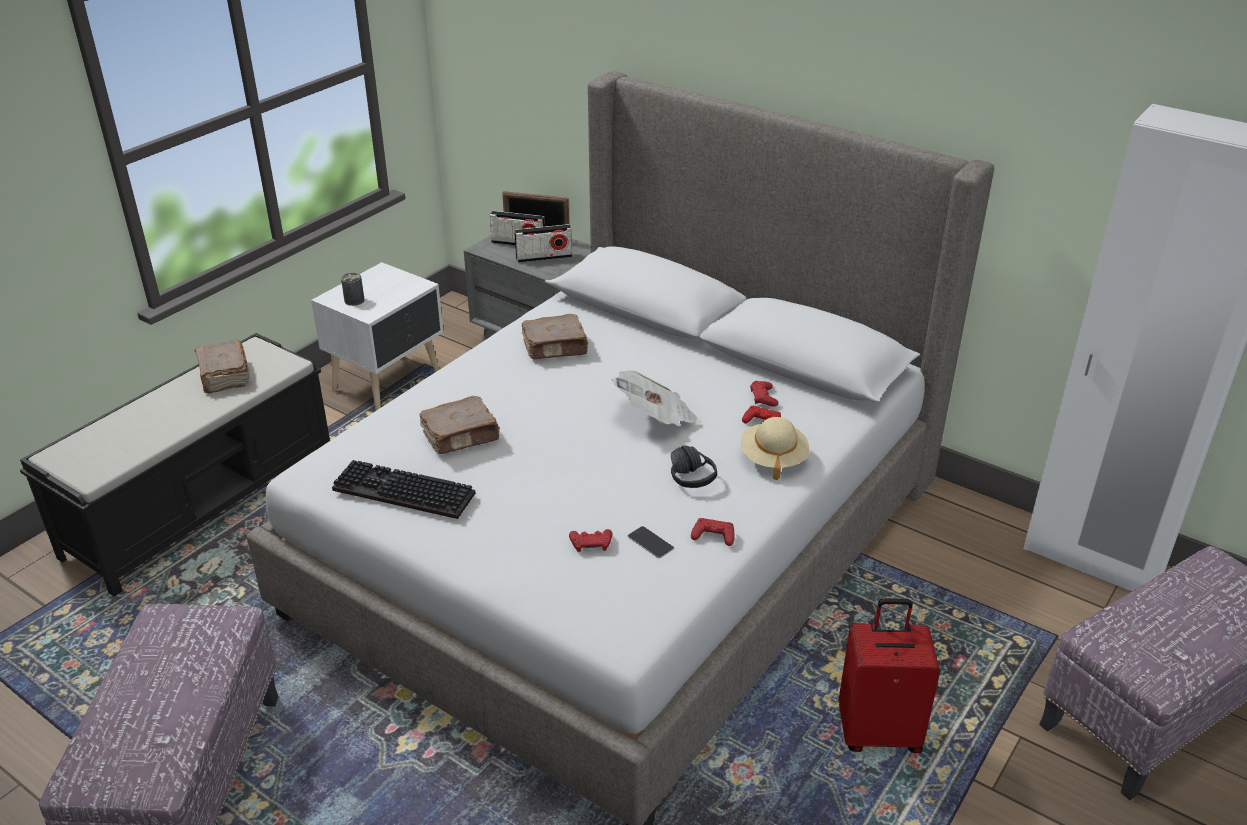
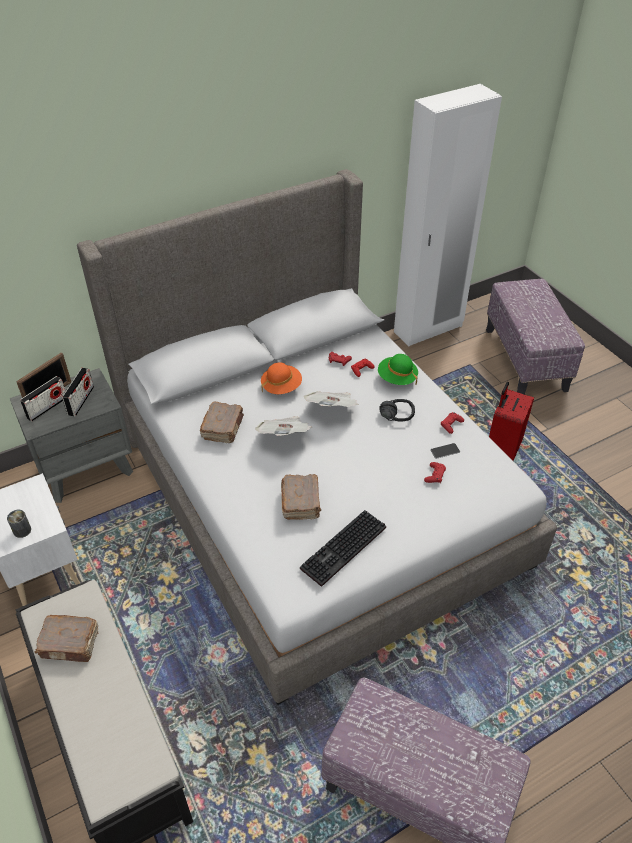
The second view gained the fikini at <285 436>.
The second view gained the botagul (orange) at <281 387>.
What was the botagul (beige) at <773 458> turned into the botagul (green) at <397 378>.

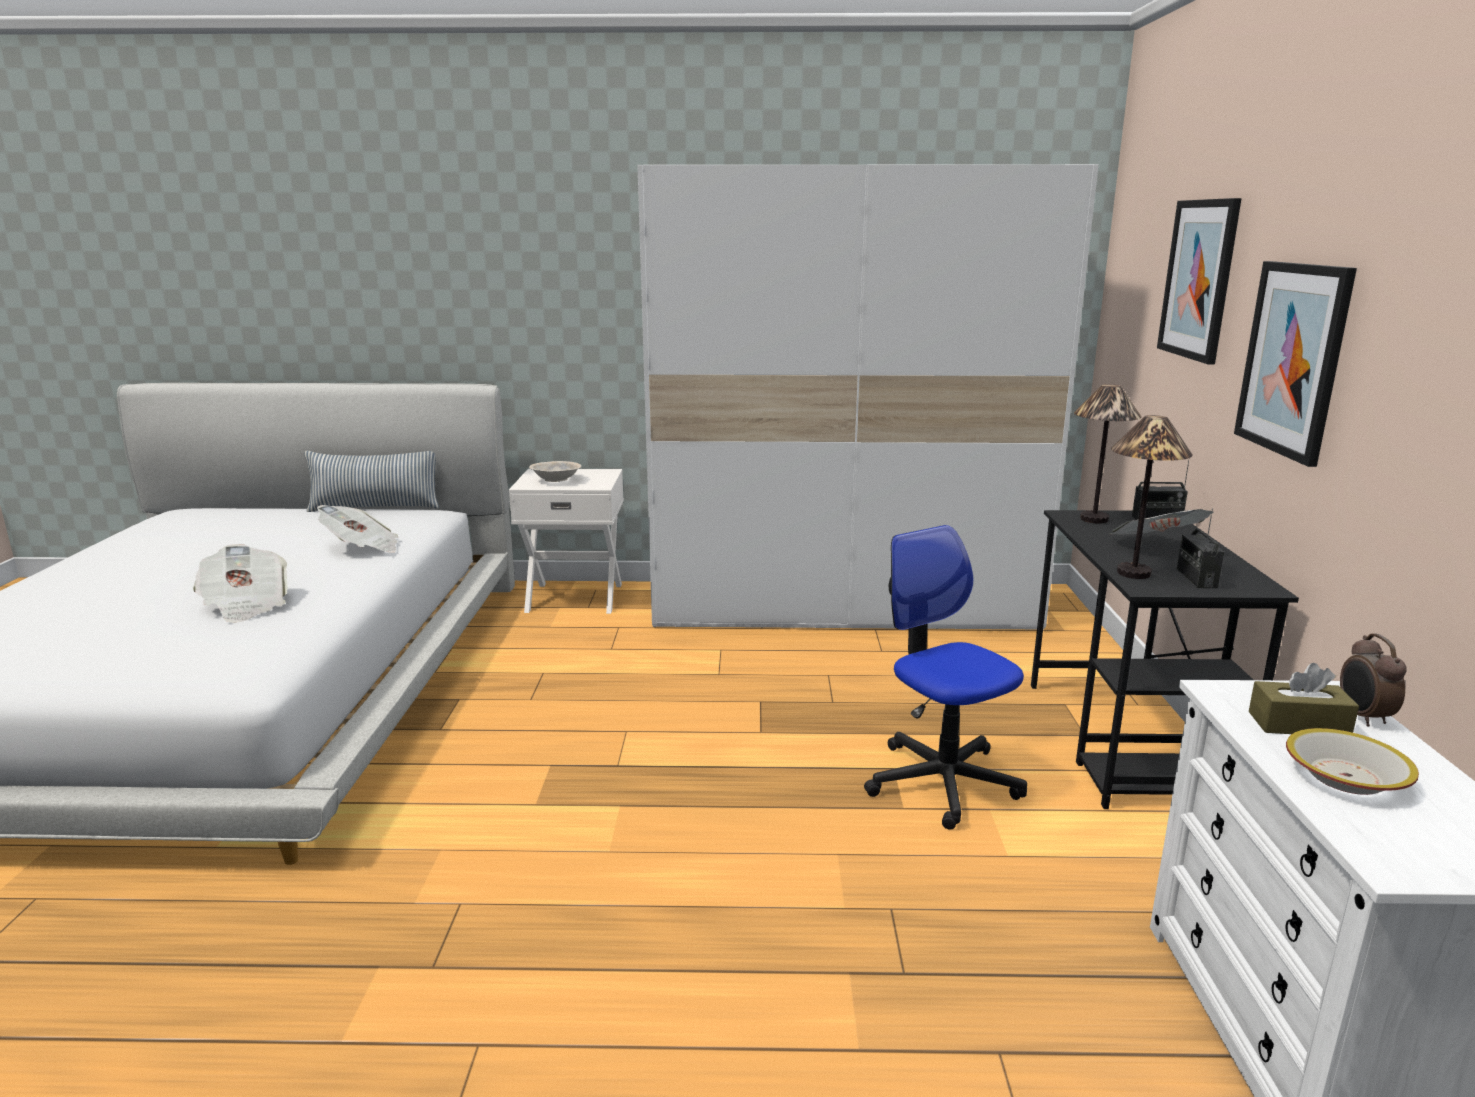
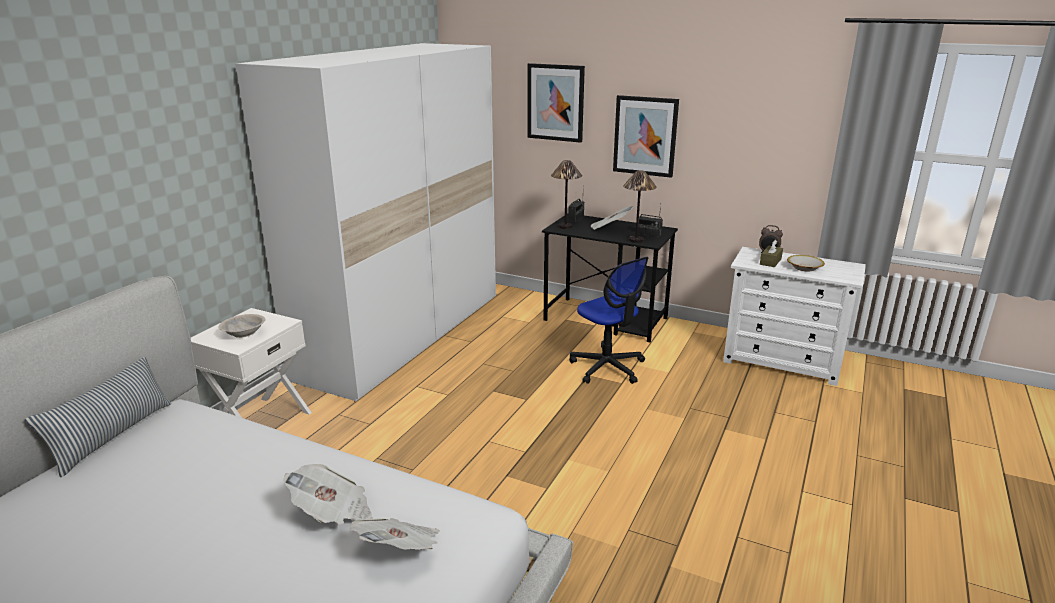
The fikini ended up elsewhere, having gone from <362 548> to <400 551>.
The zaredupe at <942 781> ended up facing another way, 120 degrees counterclockwise from before.

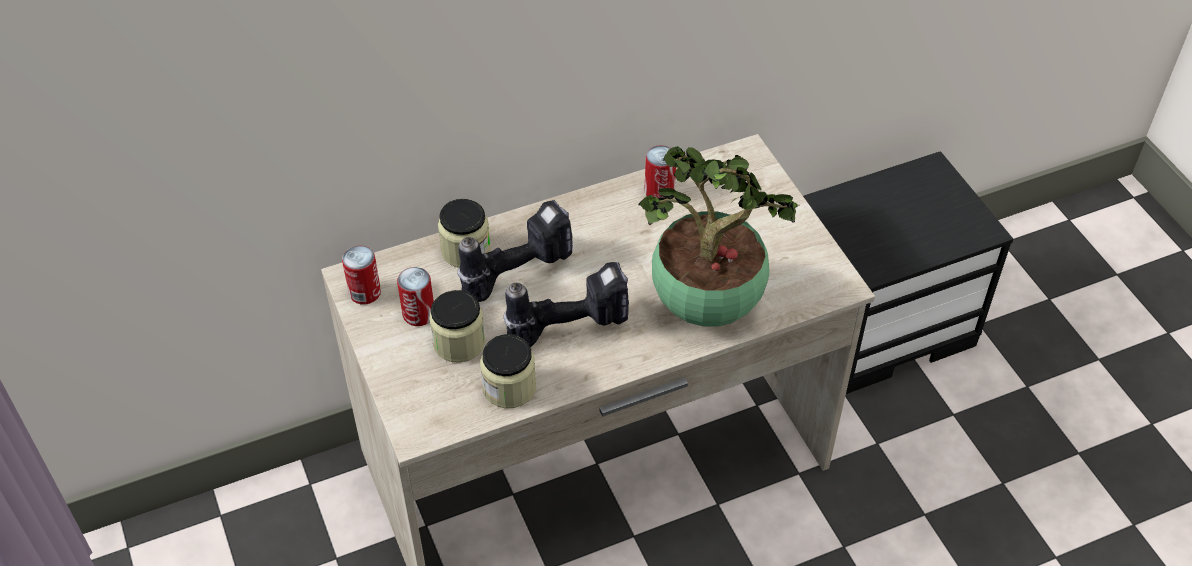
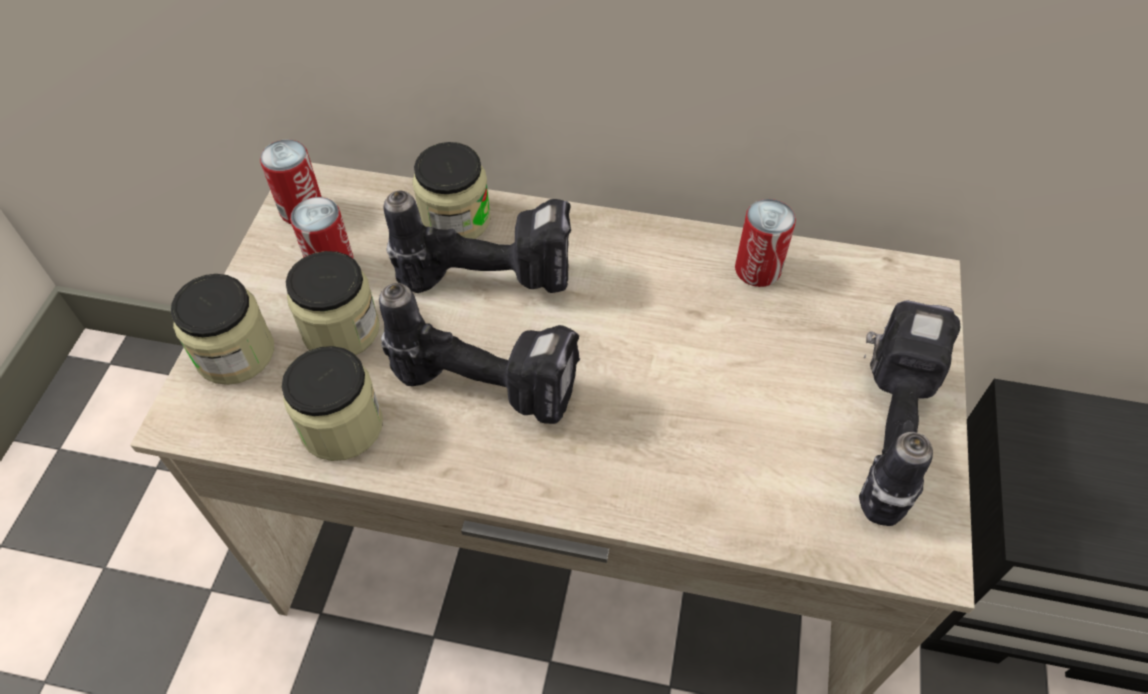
The second view gained the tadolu at <235 353>.
The second view gained the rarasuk at <882 433>.
The second view lost the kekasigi at <710 306>.

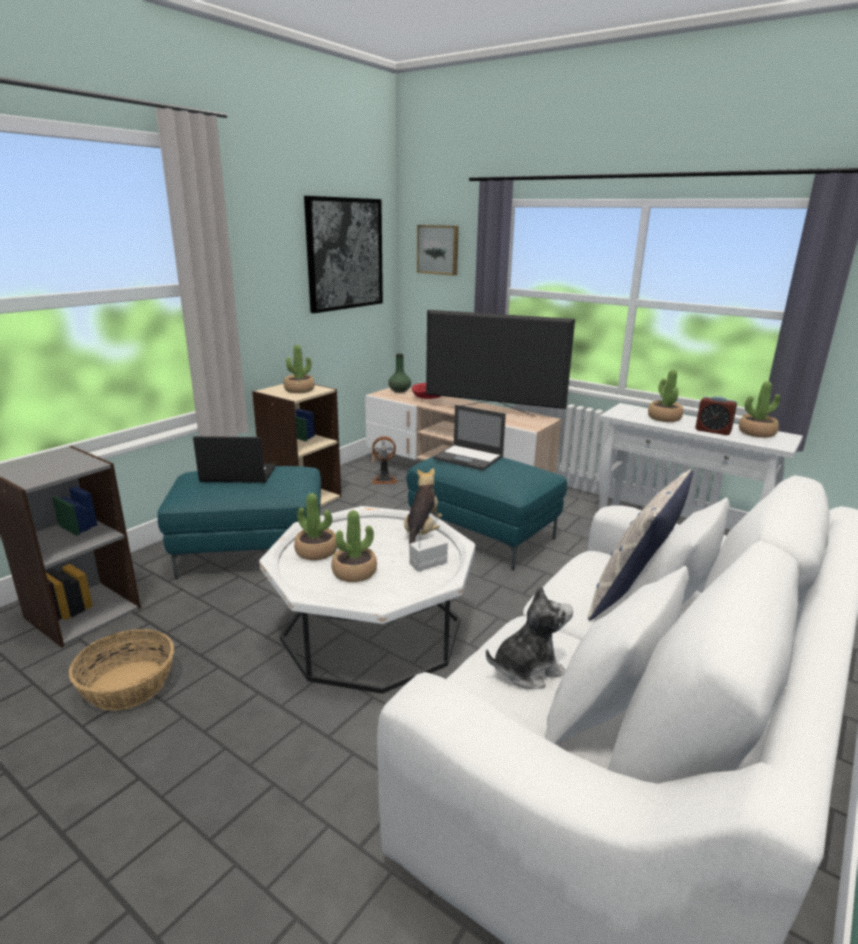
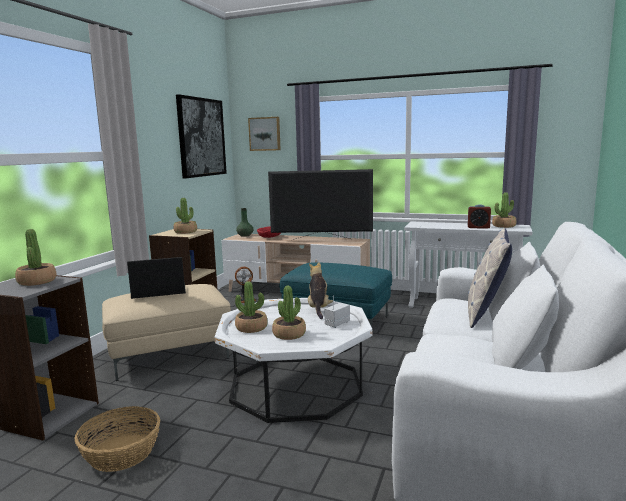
The kekasigi ended up elsewhere, having gone from <664 418> to <37 281>.
What was the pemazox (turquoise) at <251 553> turned into the pemazox (beige) at <169 356>.
The second view lost the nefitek at <469 458>.
The second view lost the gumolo at <527 669>.

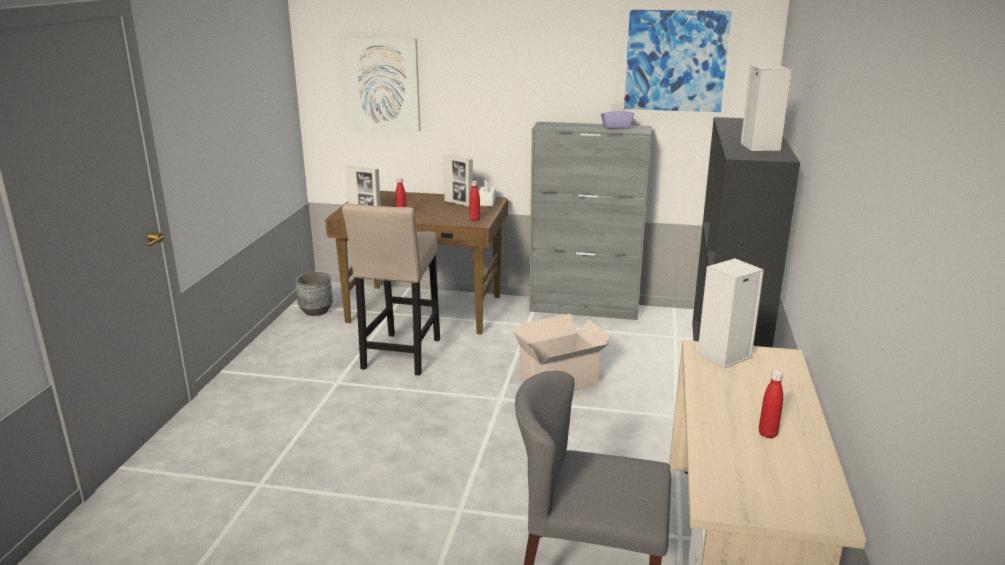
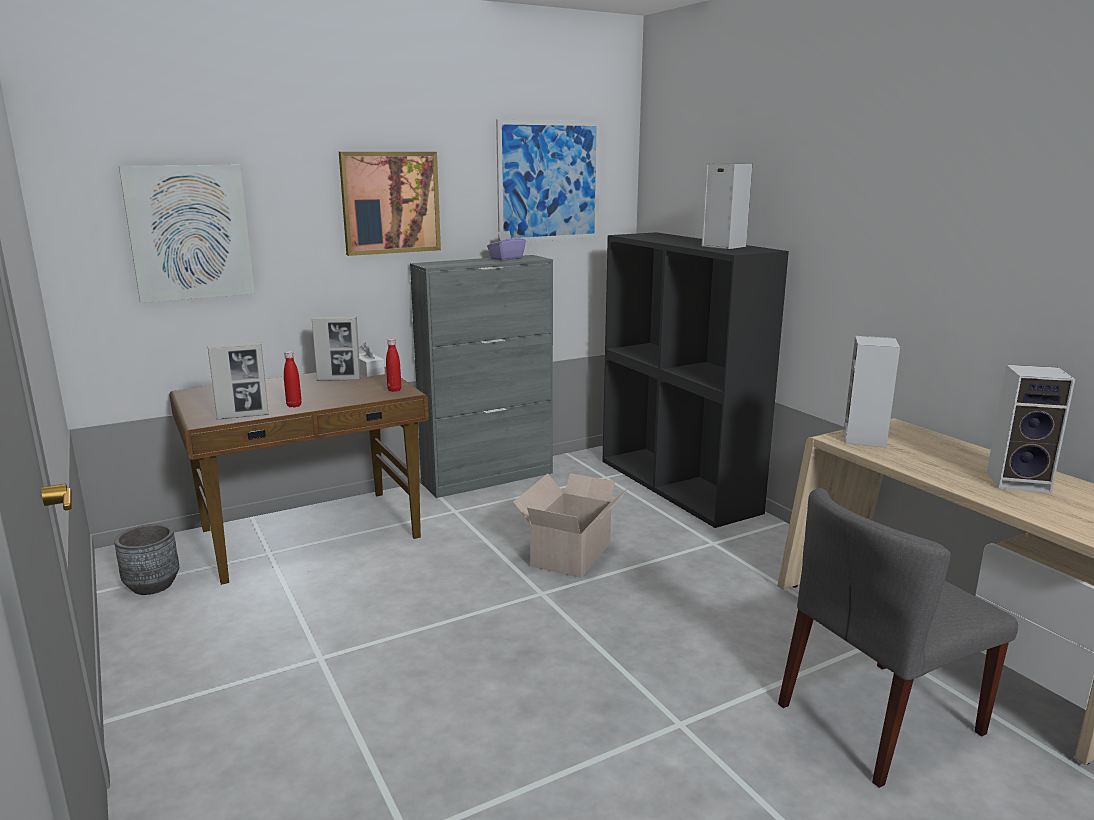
The second view gained the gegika at <390 202>.
Where the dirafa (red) stood at <767 434>, the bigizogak came to stand at <1020 482>.
The second view lost the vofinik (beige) at <400 356>.

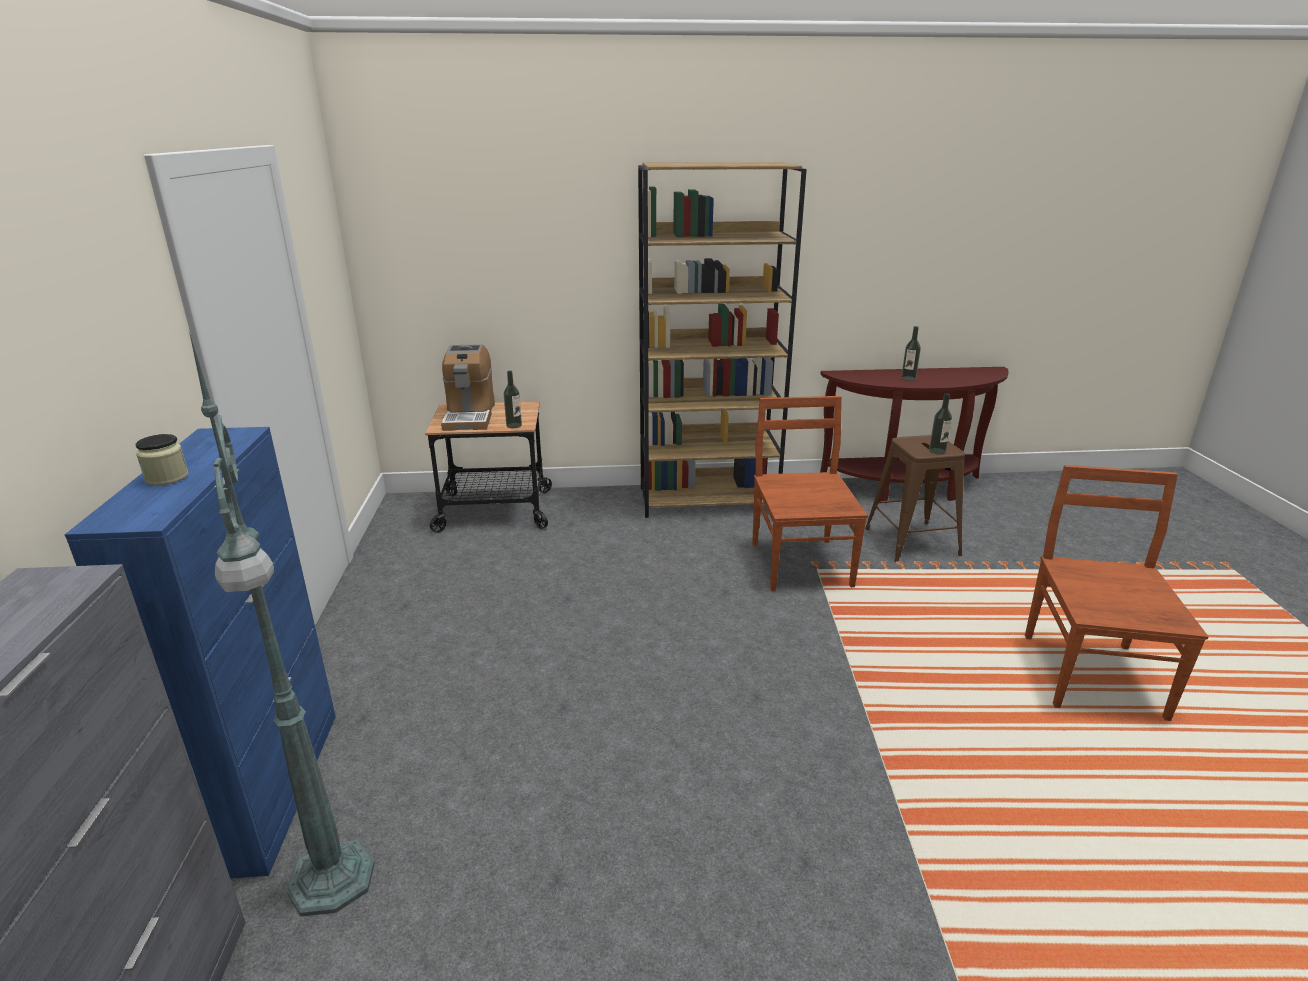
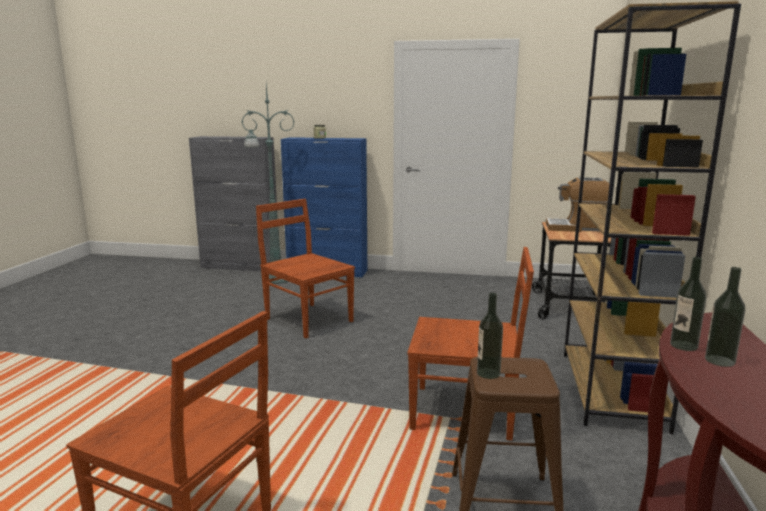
The second view gained the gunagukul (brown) at <307 319>.
The dirafa ended up elsewhere, having gone from <514 425> to <683 345>.

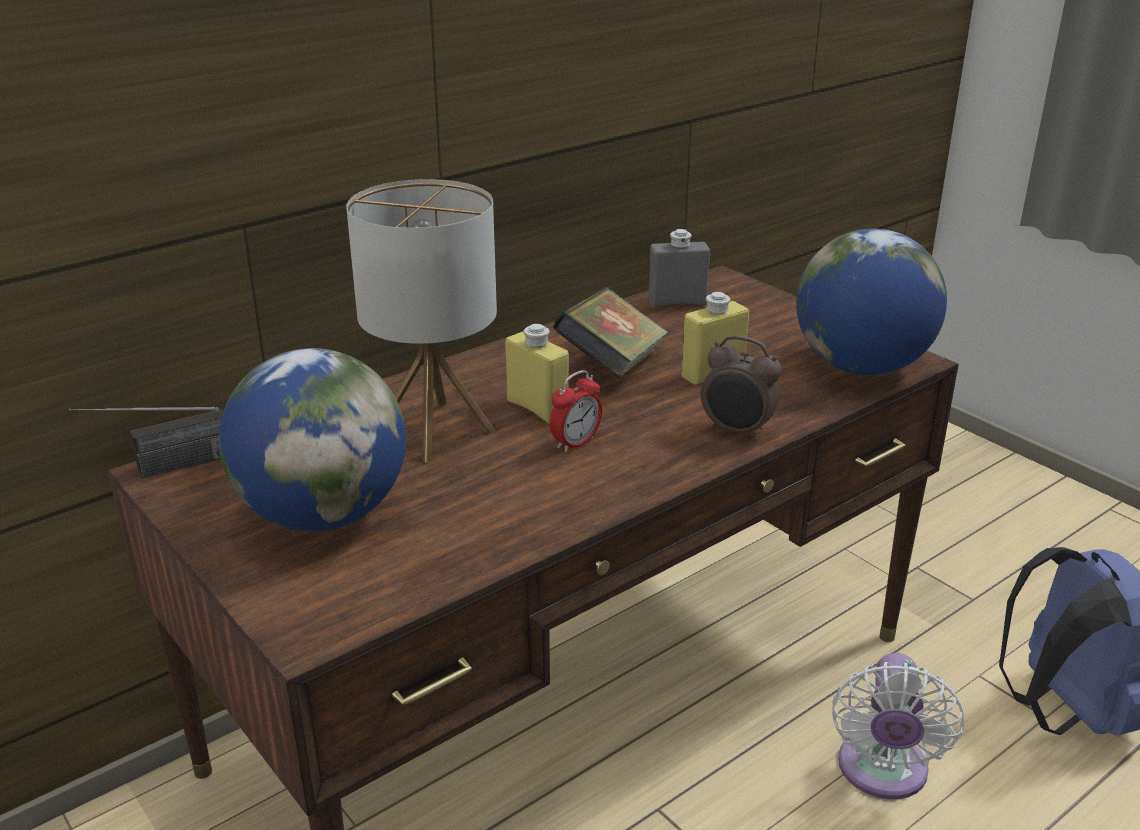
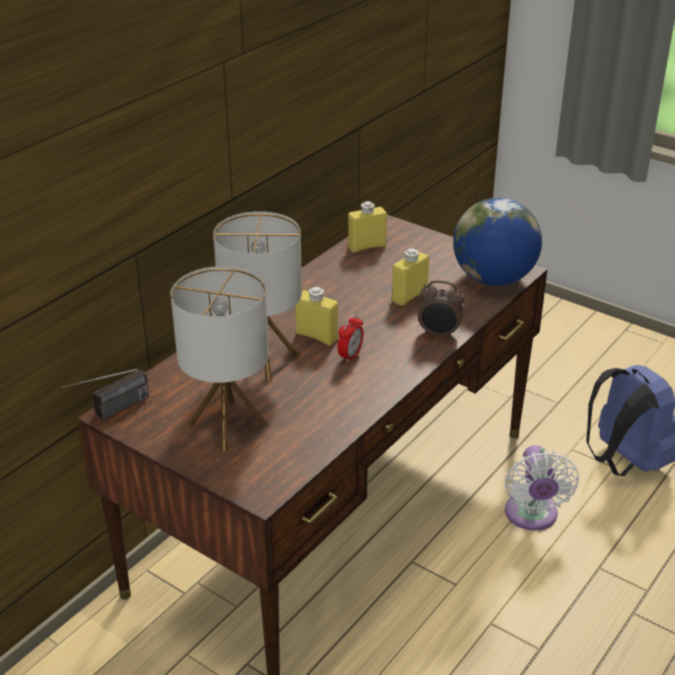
Where the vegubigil stood at <323 515>, the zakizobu came to stand at <227 424>.
What was the dirafa (grey) at <677 302> turned into the dirafa (yellow) at <367 246>.
The second view lost the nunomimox at <611 366>.

